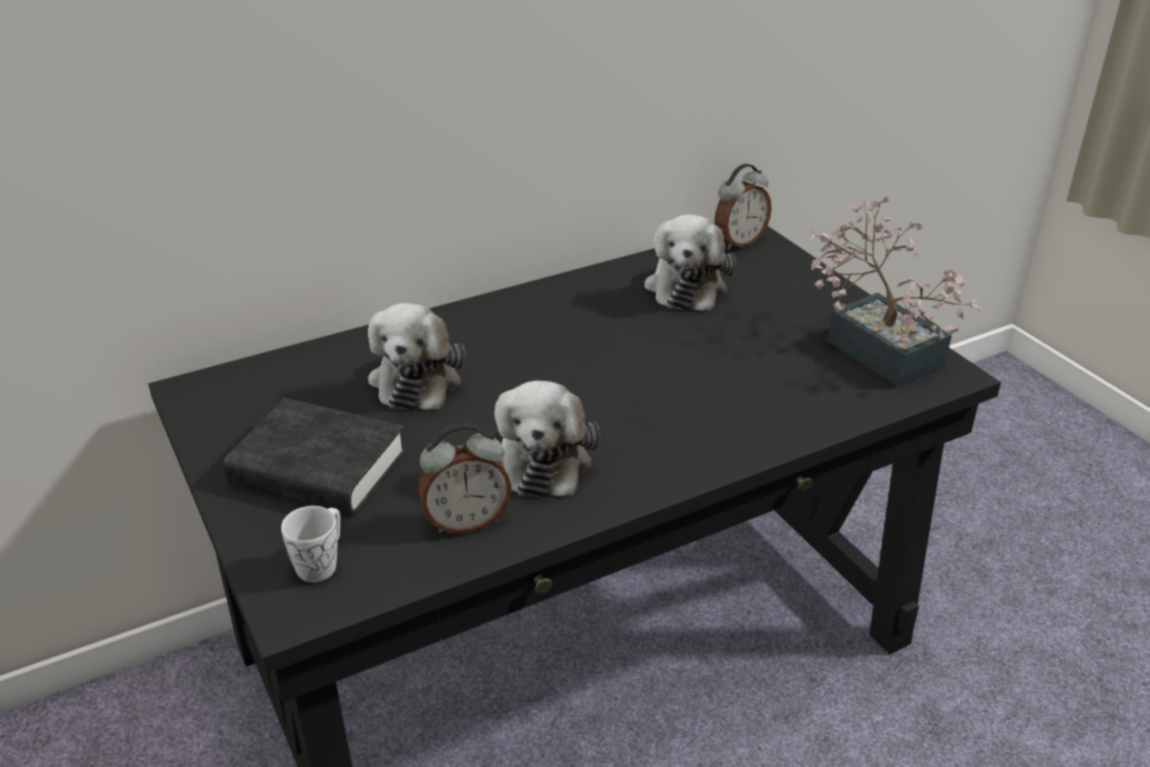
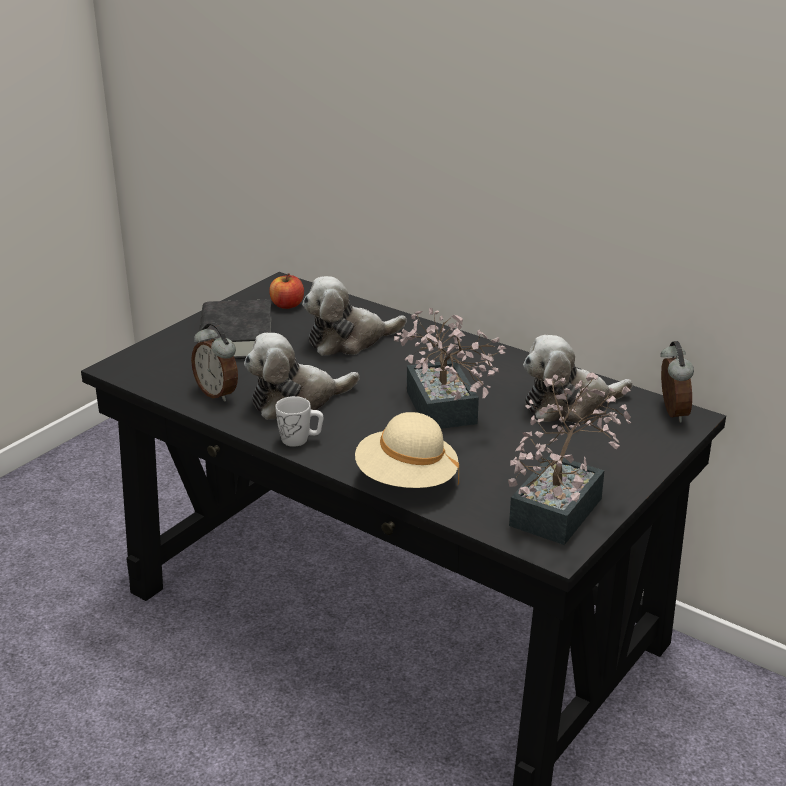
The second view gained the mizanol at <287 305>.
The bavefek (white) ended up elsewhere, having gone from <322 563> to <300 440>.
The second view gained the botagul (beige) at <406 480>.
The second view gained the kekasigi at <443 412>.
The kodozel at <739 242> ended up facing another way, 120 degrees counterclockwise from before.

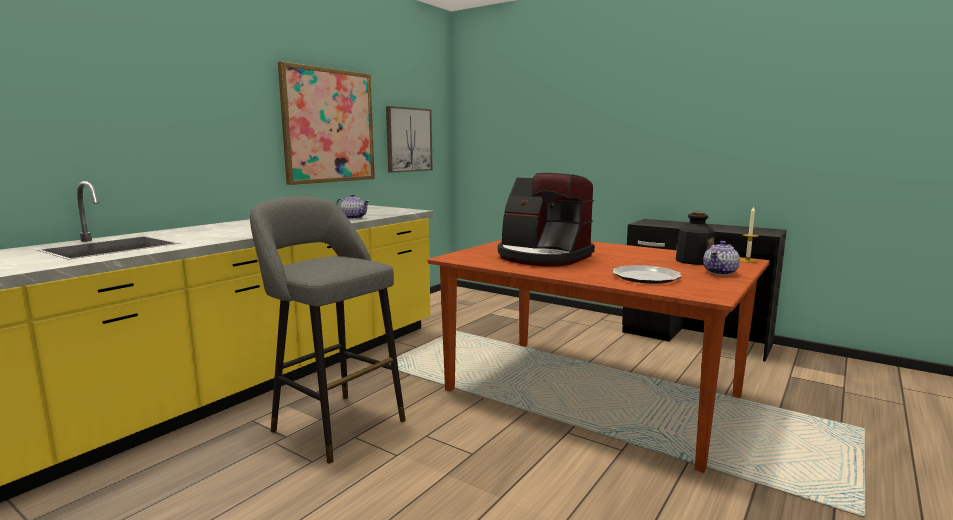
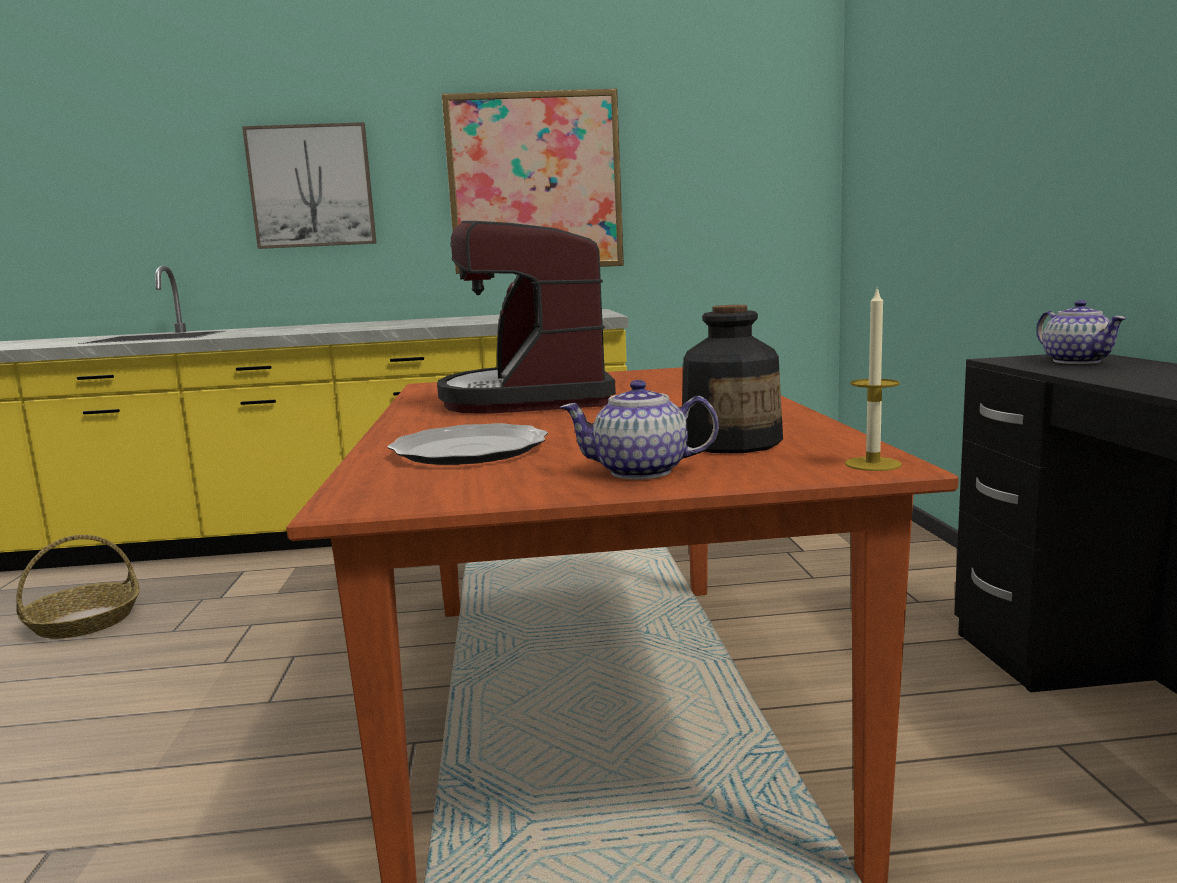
The second view gained the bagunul at <85 621>.
The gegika ended up elsewhere, having gone from <408 140> to <312 186>.
The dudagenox ended up elsewhere, having gone from <353 218> to <1076 361>.
The second view lost the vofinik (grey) at <334 423>.

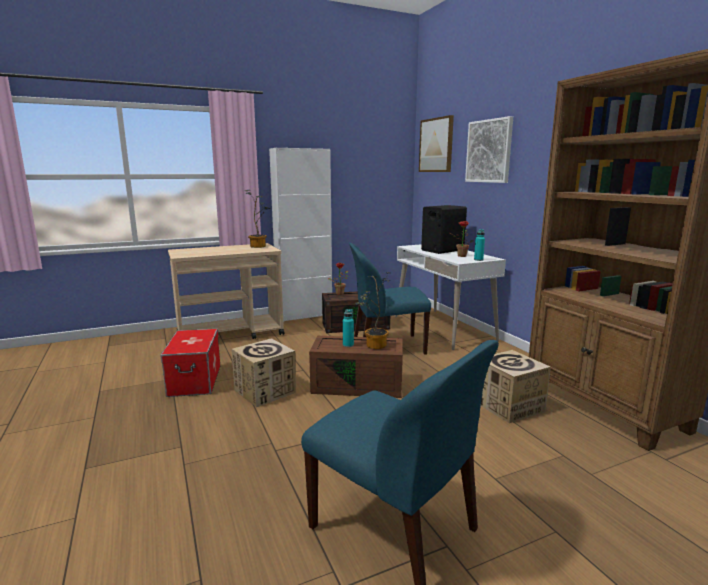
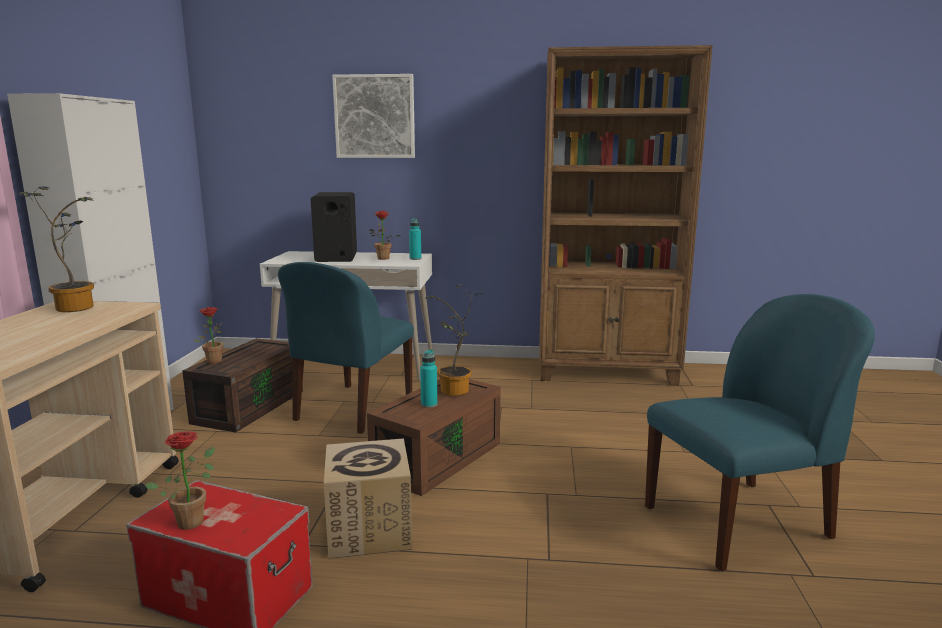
The second view gained the kekasigi at <193 519>.
The second view lost the gegika at <436 145>.
The second view lost the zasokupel at <508 406>.

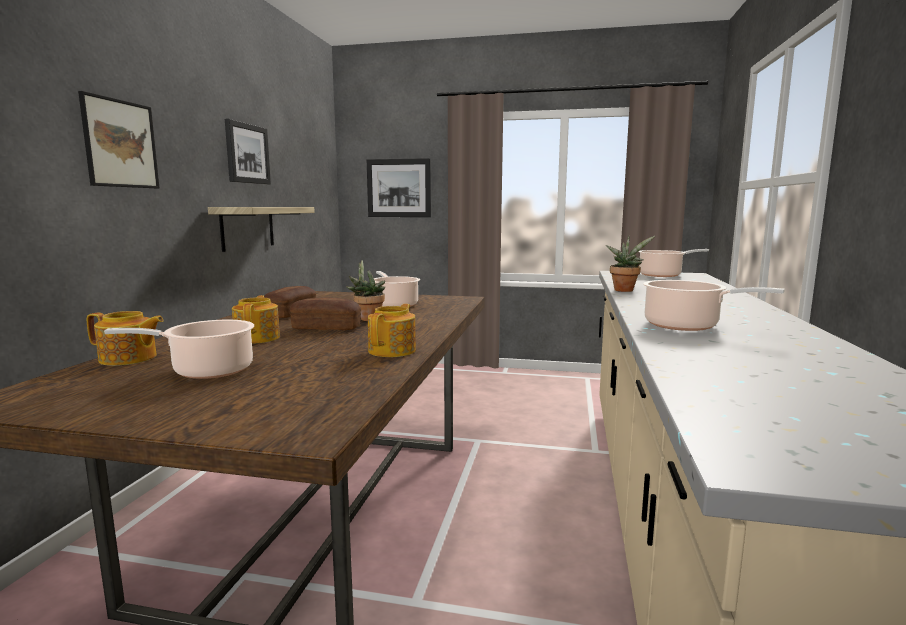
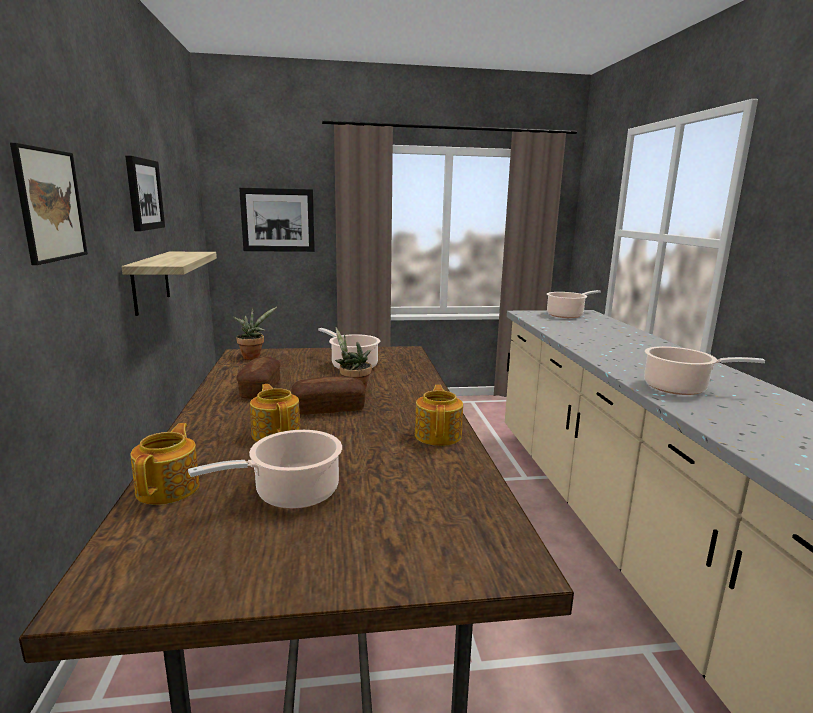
The dudagenox at <129 358> ended up facing another way, 75 degrees counterclockwise from before.
The kekasigi ended up elsewhere, having gone from <625 290> to <253 356>.

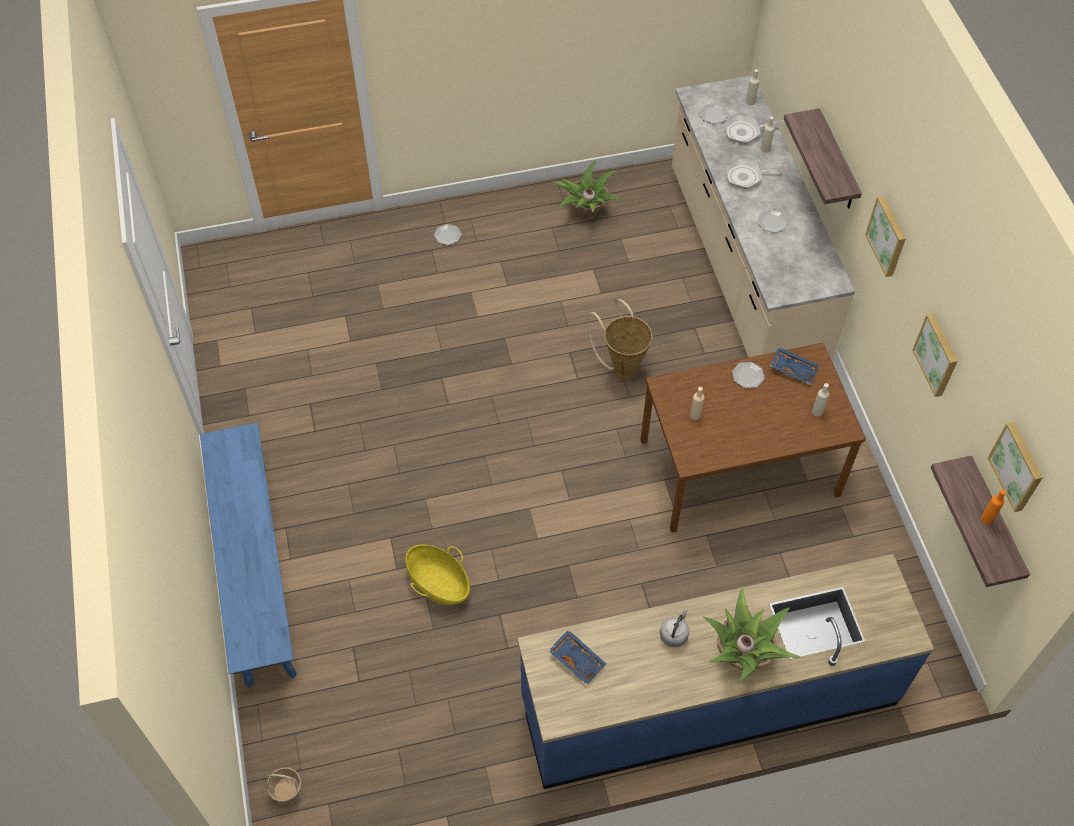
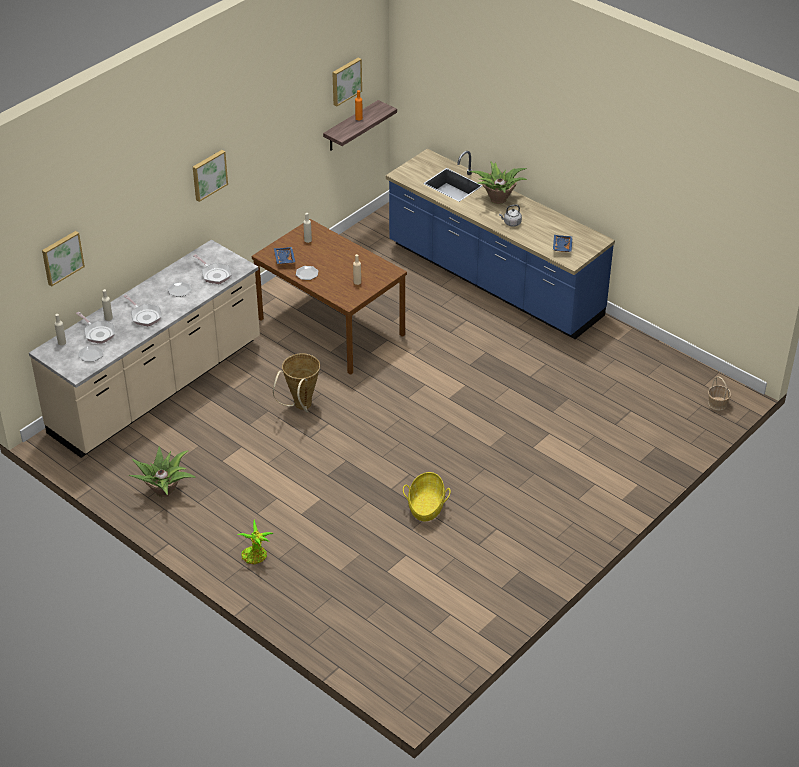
The gegika ended up elsewhere, having gone from <937 354> to <61 257>.
The second view gained the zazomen at <215 274>.
Where the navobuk stood at <448 235>, the kekasigi came to stand at <256 557>.
The bagunul ended up elsewhere, having gone from <439 583> to <426 506>.
The second view lost the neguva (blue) at <256 571>.
The second view lost the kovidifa at <836 162>.

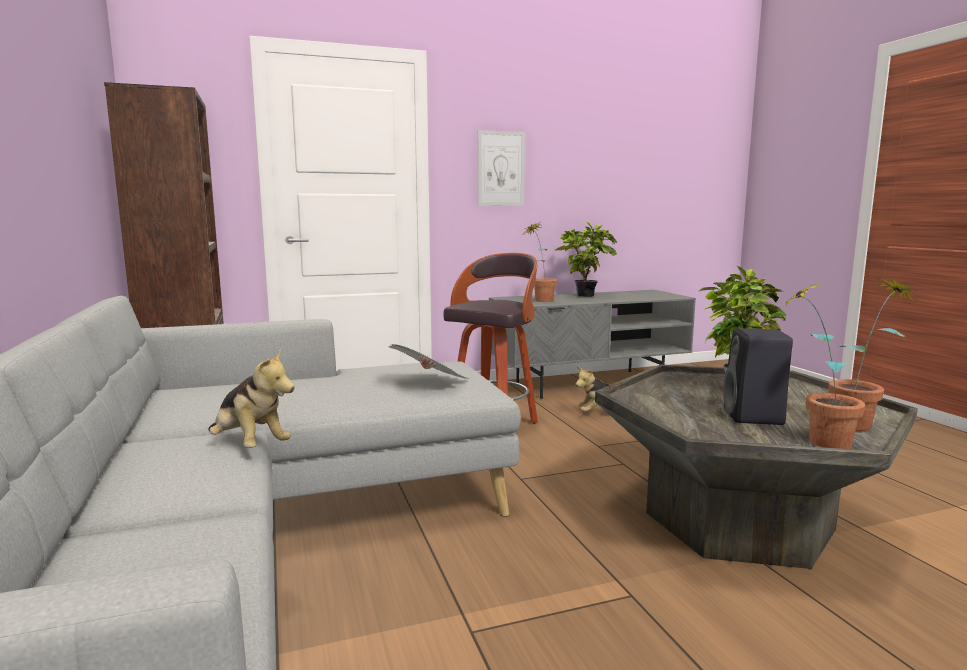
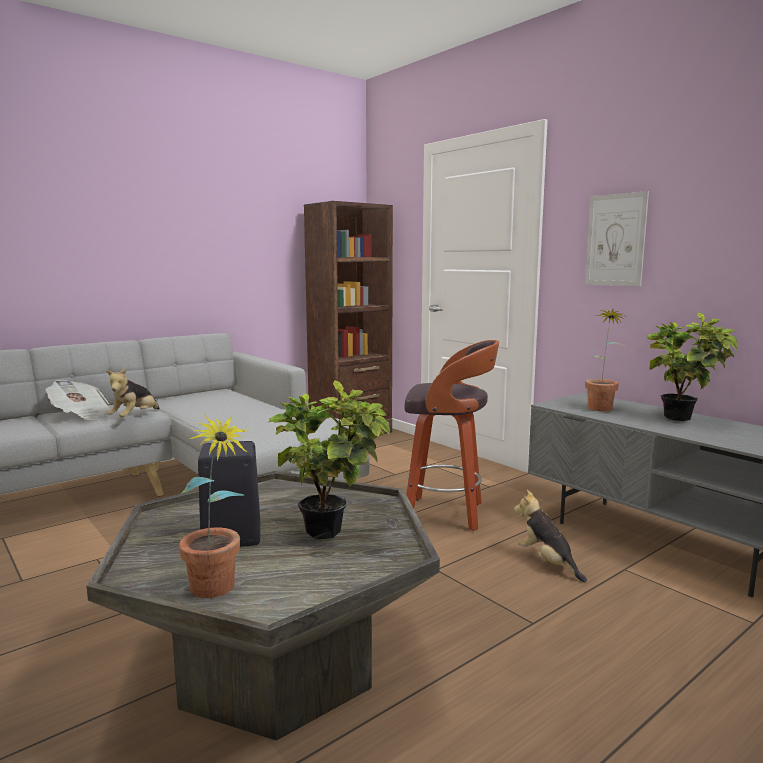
The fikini ended up elsewhere, having gone from <430 383> to <81 415>.
The second view lost the kekasigi at <815 440>.

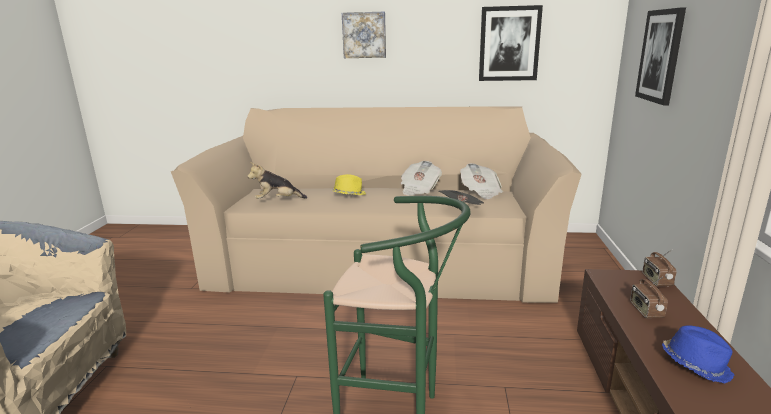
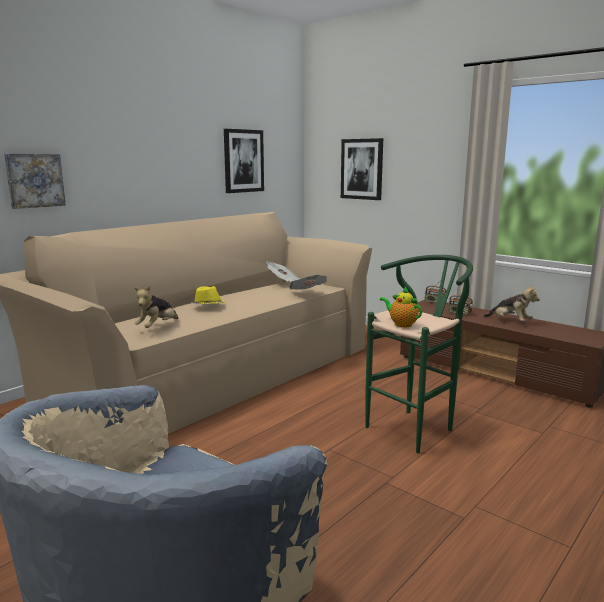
The gegika ended up elsewhere, having gone from <364 35> to <34 180>.
The second view gained the dudagenox at <401 324>.
Where the botagul (blue) stood at <695 364>, the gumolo came to stand at <510 321>.
The second view lost the fikini at <419 189>.

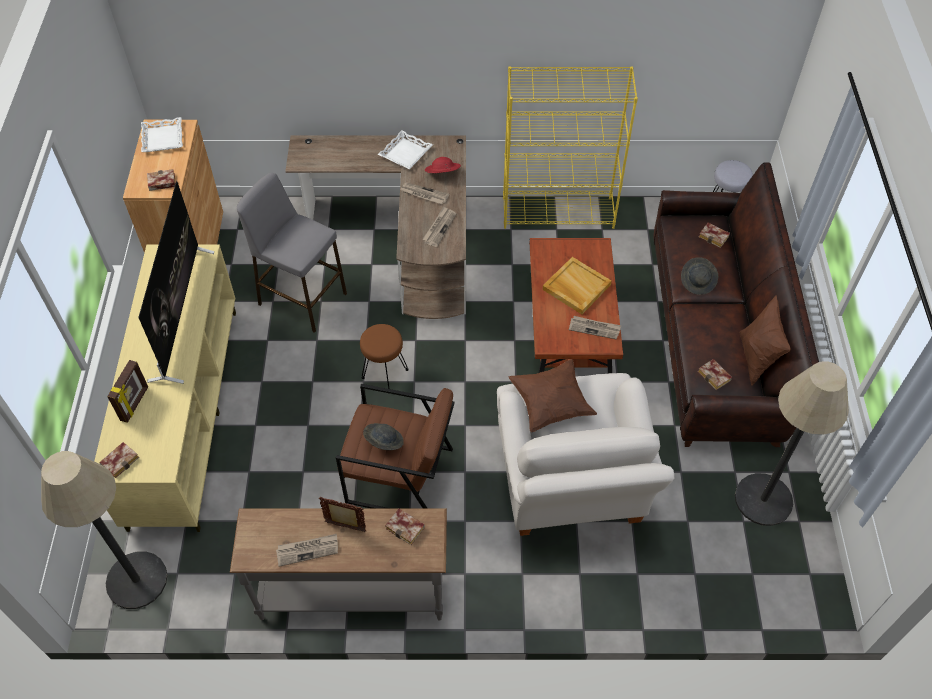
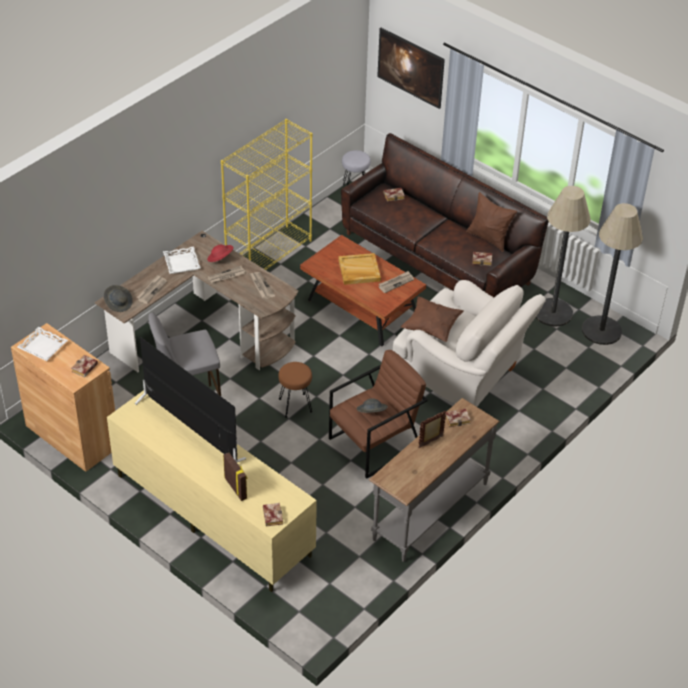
The botagul (grey) ended up elsewhere, having gone from <698 282> to <119 303>.
The fikini ended up elsewhere, having gone from <308 550> to <151 290>.
The second view gained the gegika at <410 79>.
The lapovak ended up elsewhere, having gone from <137 580> to <601 330>.

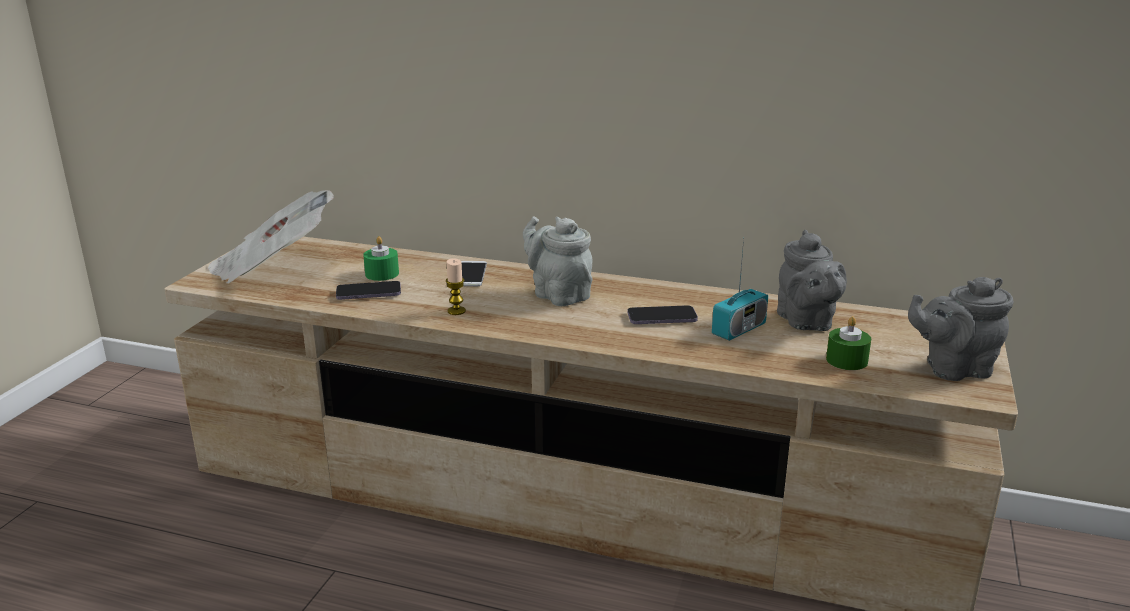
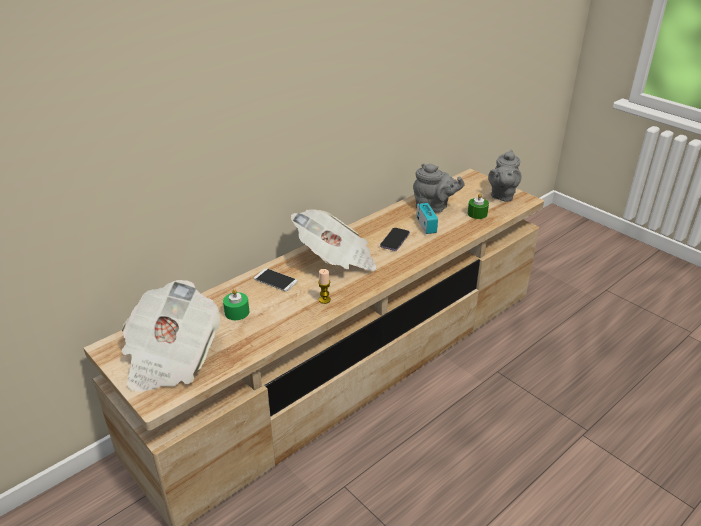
Where the dudagenox (grey) stood at <558 294>, the fikini came to stand at <336 260>.
The second view lost the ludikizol at <368 293>.

